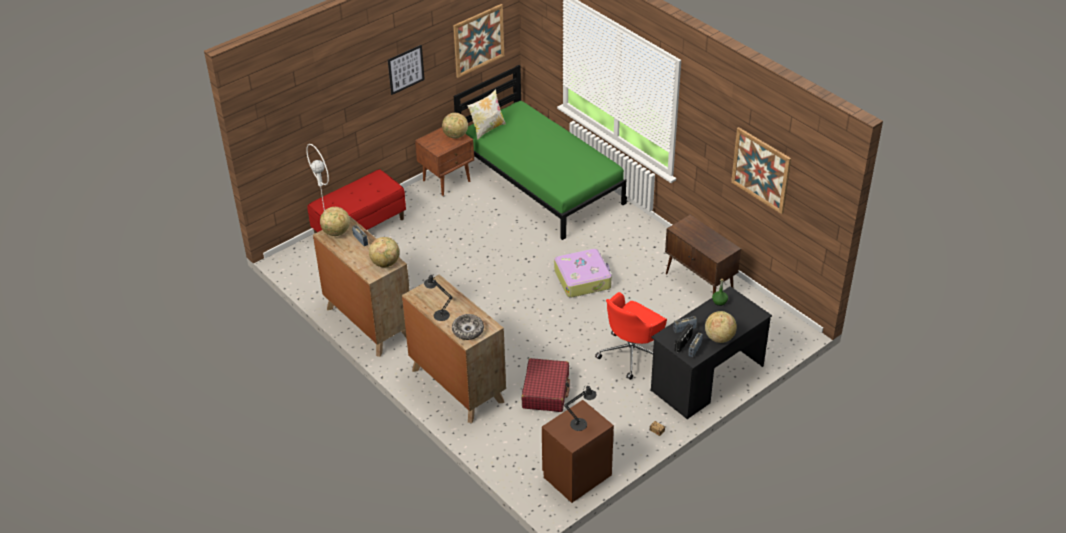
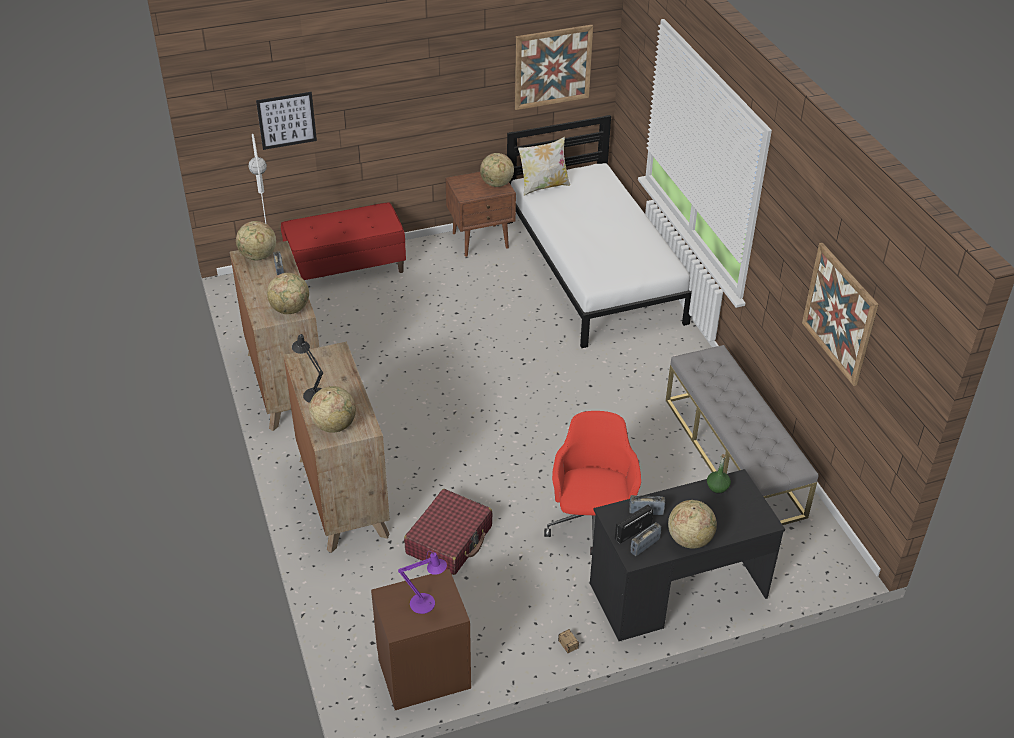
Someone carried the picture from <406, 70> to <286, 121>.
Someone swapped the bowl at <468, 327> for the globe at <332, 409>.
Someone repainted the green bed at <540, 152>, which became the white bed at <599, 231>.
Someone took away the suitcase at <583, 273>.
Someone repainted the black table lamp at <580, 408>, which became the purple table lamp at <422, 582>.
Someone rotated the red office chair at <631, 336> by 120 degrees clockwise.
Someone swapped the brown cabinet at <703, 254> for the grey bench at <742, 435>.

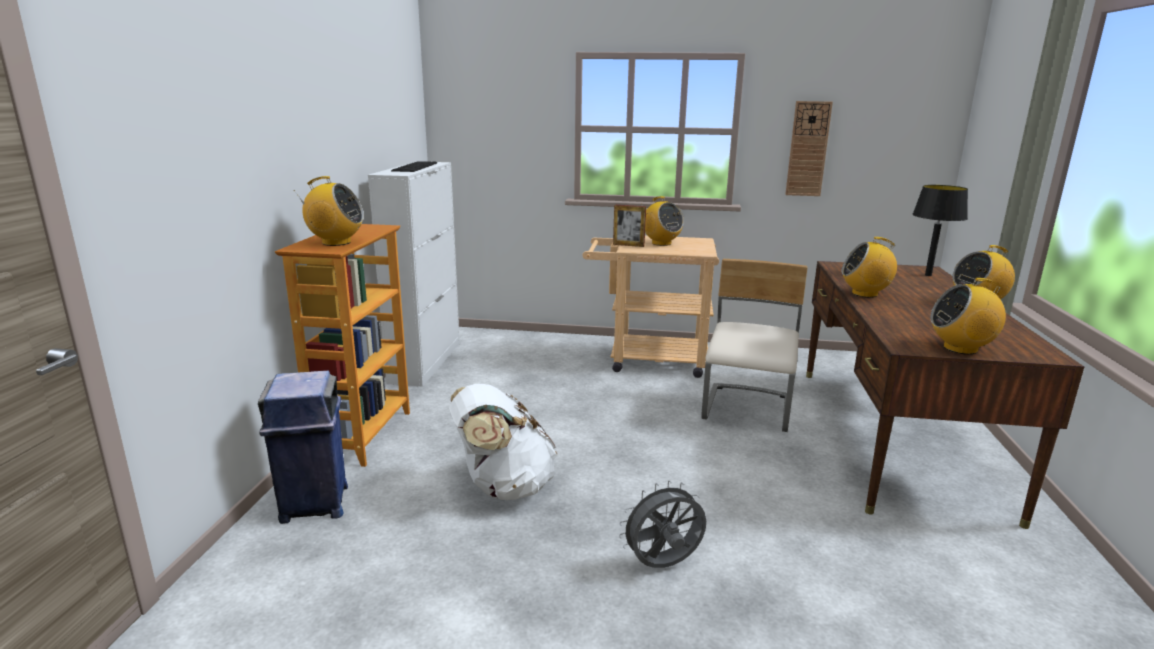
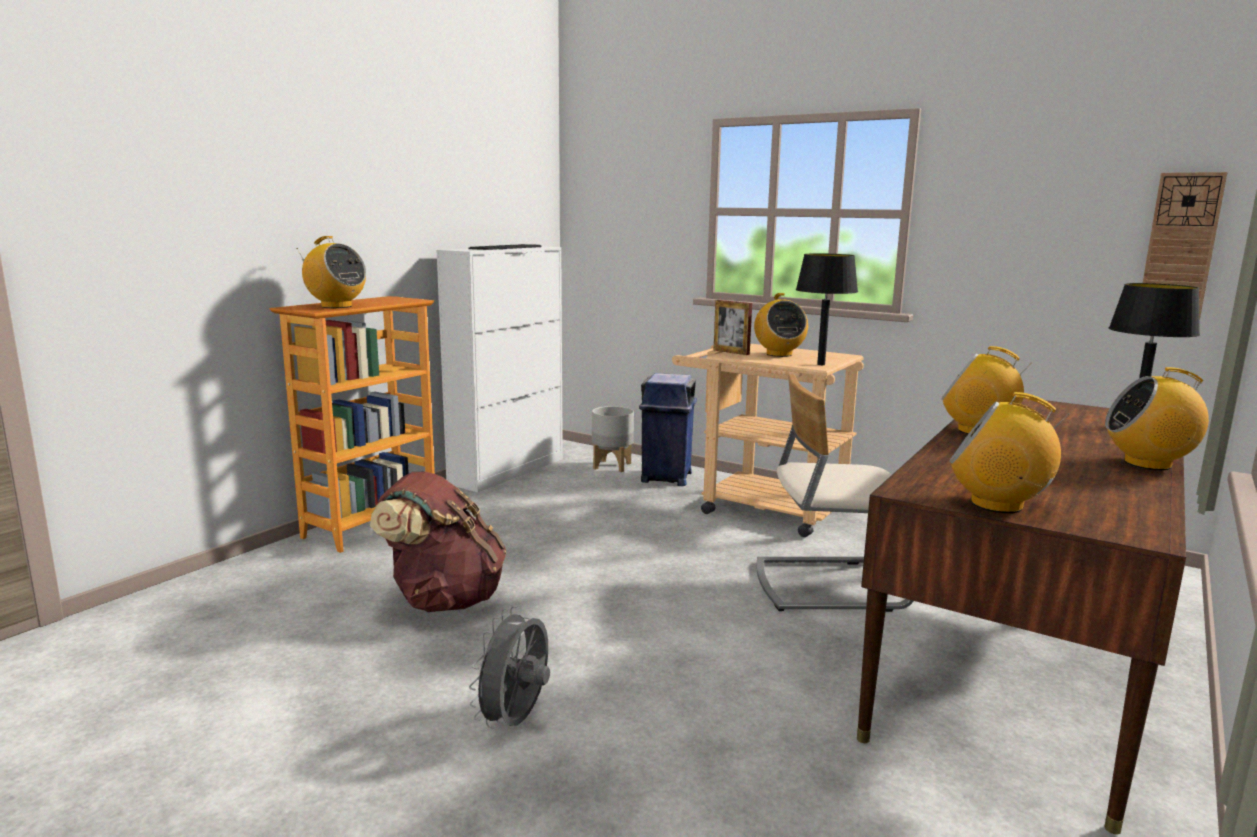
Someone carried the blue trash can from <303, 447> to <668, 429>.
Someone repainted the white backpack at <503, 442>, which became the brown backpack at <438, 542>.
Someone rotated the grey fan at <662, 524> by 75 degrees counterclockwise.
Someone rotated the beige chair at <754, 345> by 135 degrees counterclockwise.
Someone carried the wall clock from <809, 148> to <1185, 246>.
Someone put down the grey planter at <613, 439>.
Someone put down the black table lamp at <827, 309>.

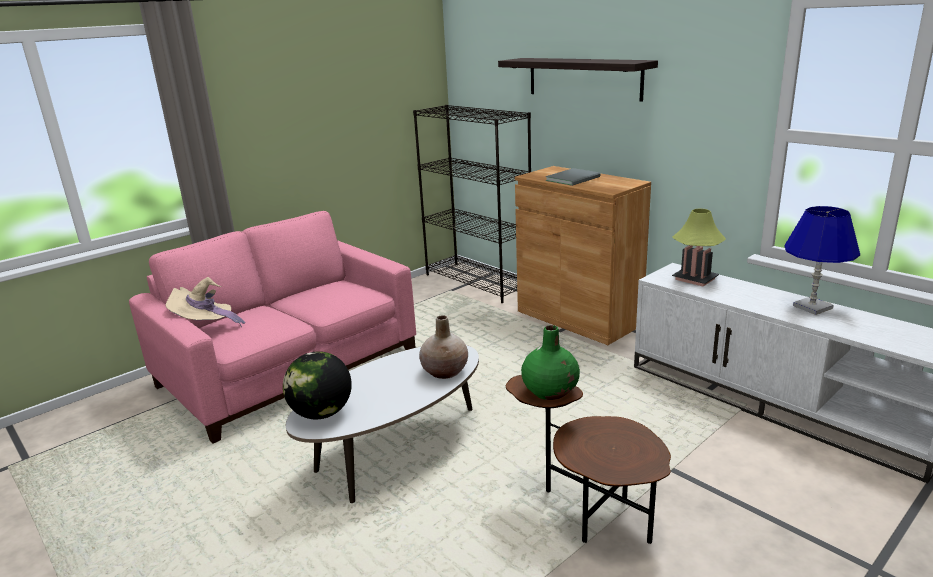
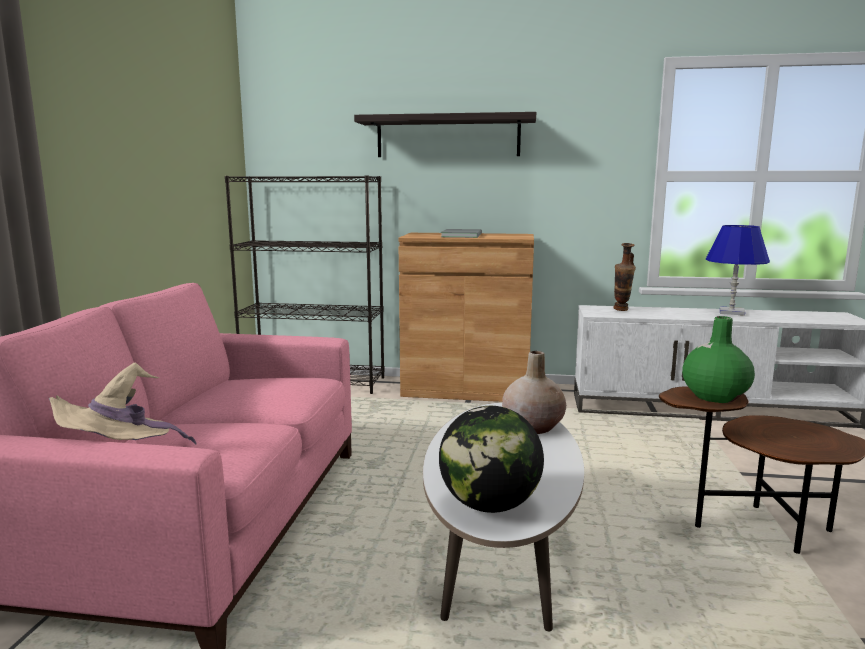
Someone swapped the table lamp at <699, 248> for the vase at <625, 277>.

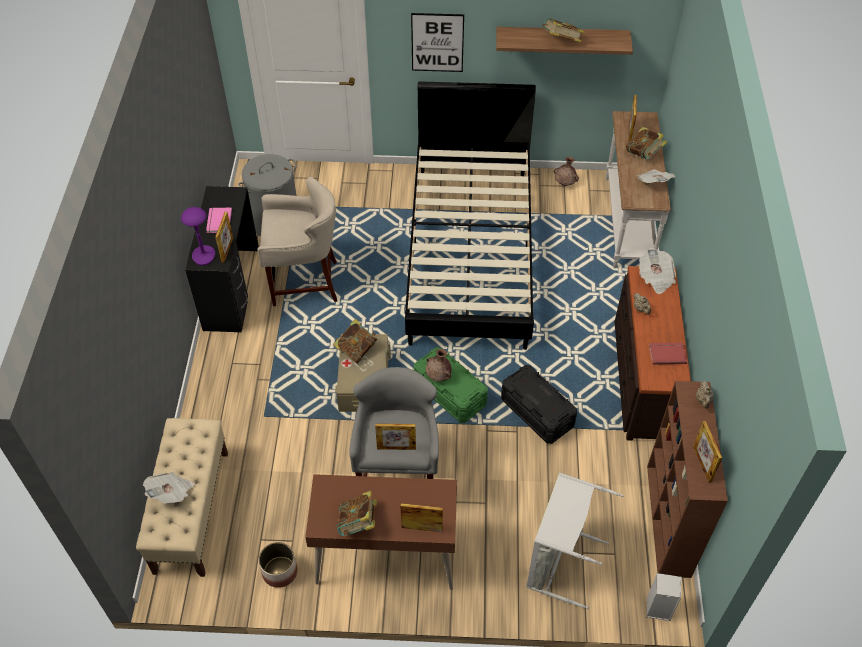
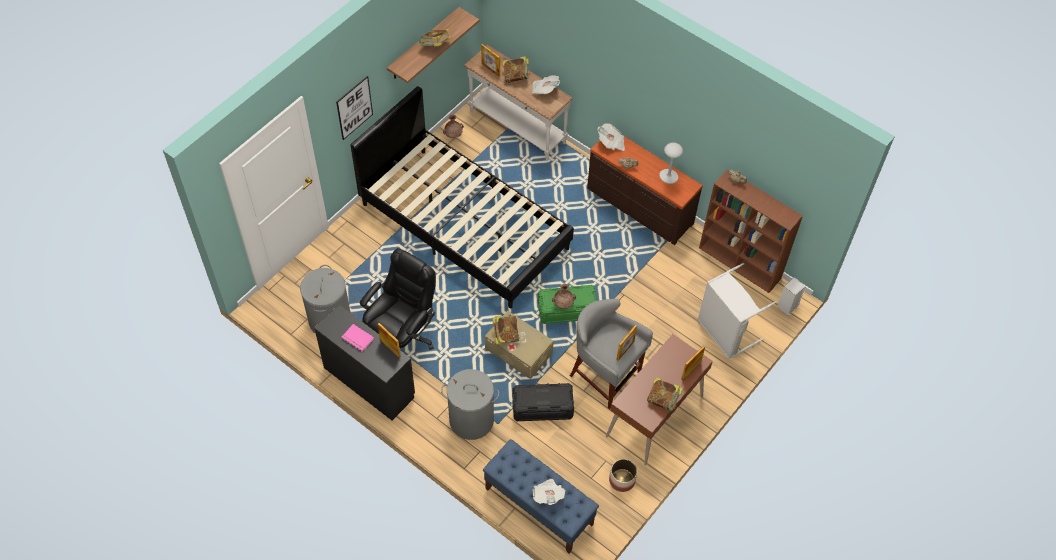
Someone repainted the beige bench at <182, 497>, which became the blue bench at <541, 496>.
Someone took away the purple table lamp at <198, 236>.
Someone swapped the beige stool at <297, 241> for the black office chair at <398, 299>.
Someone carried the black storage box from <539, 404> to <543, 402>.
Someone swapped the red book at <668, 353> for the grey table lamp at <671, 163>.
Someone took away the picture frame at <707, 452>.
Someone put down the grey laundry basket at <470, 404>.

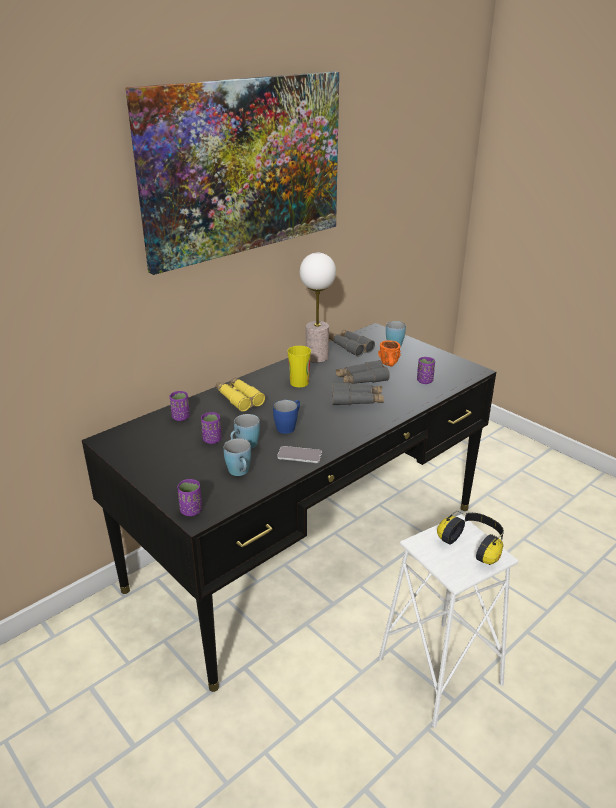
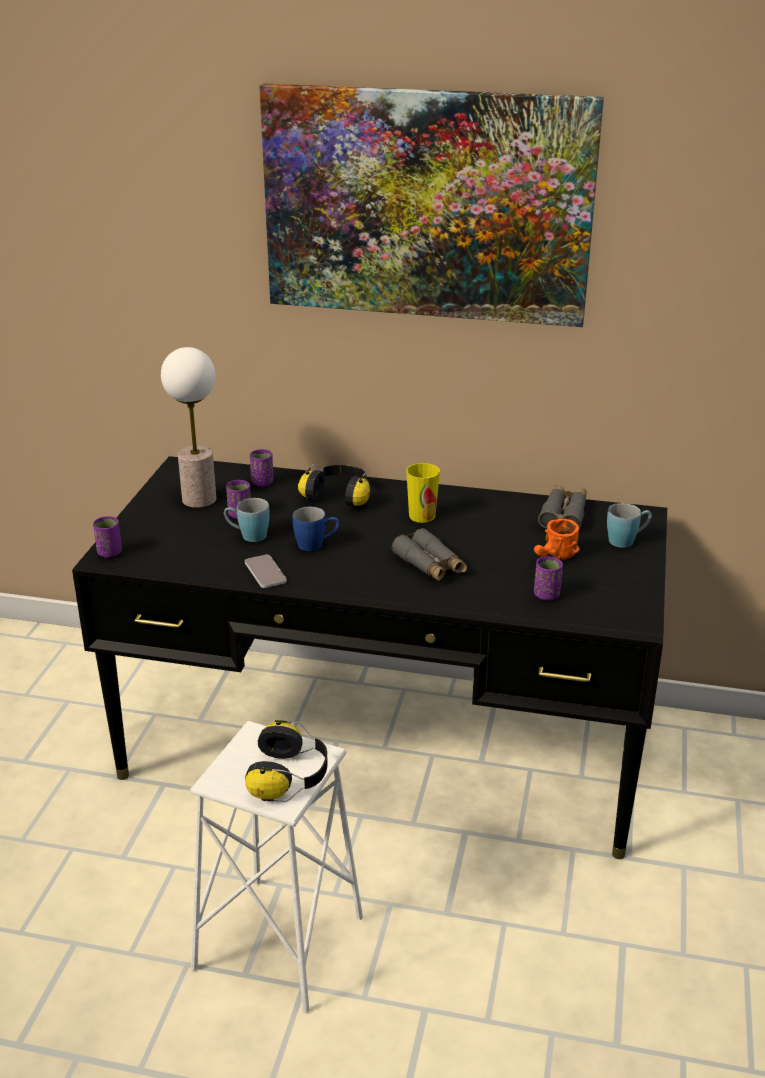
Someone swapped the yellow binoculars at <240, 394> for the headphones at <334, 486>.
Someone took away the blue mug at <237, 457>.
Someone carried the table lamp from <318, 308> to <188, 427>.
Someone took away the grey binoculars at <363, 372>.

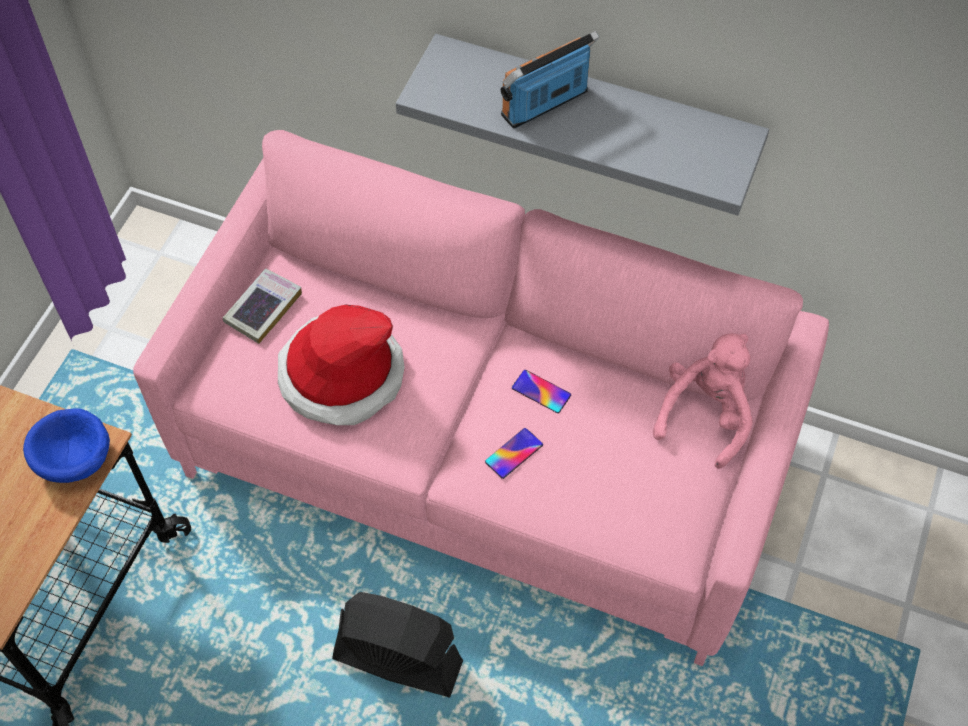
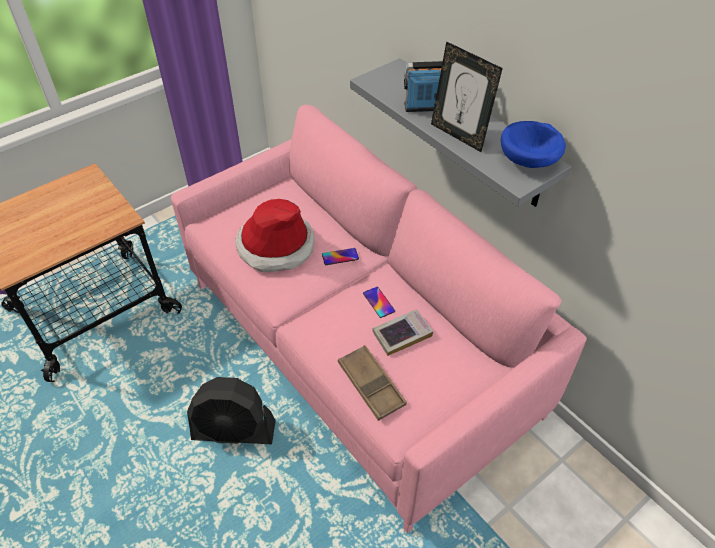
Someone carried the blue bowl from <66, 445> to <533, 144>.
Someone carried the book from <262, 306> to <402, 332>.
Someone rotated the black fan at <397, 644> by 135 degrees clockwise.
Someone carried the phone from <514, 453> to <340, 256>.
Someone took away the pink plush toy at <703, 401>.
Someone put down the brown tray at <372, 383>.
Someone put down the picture frame at <467, 96>.

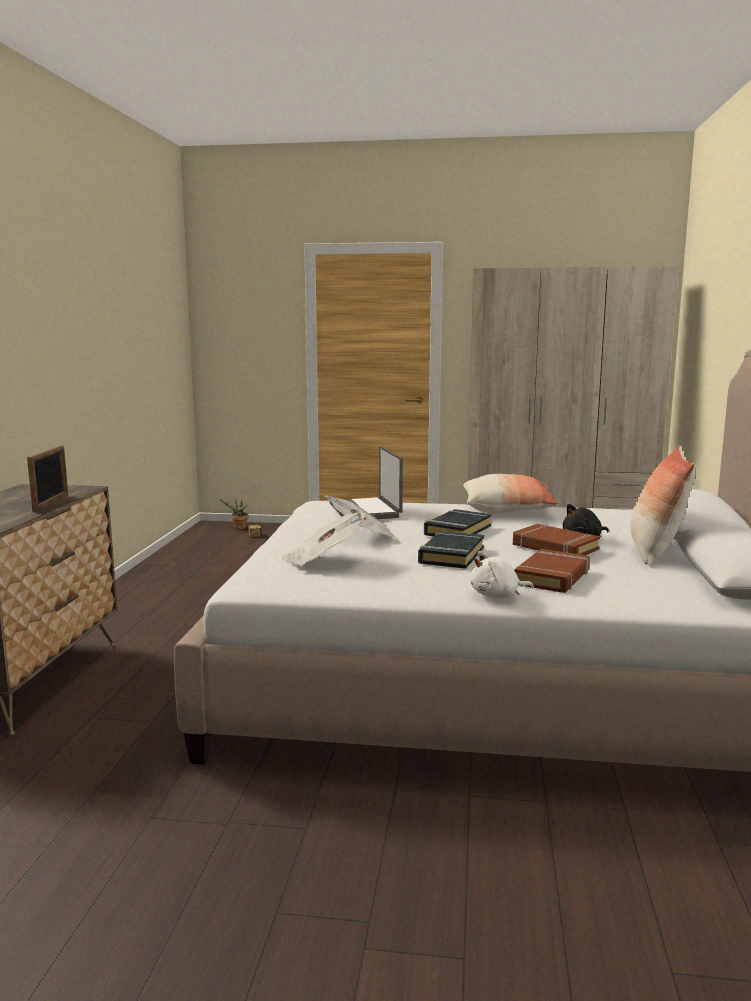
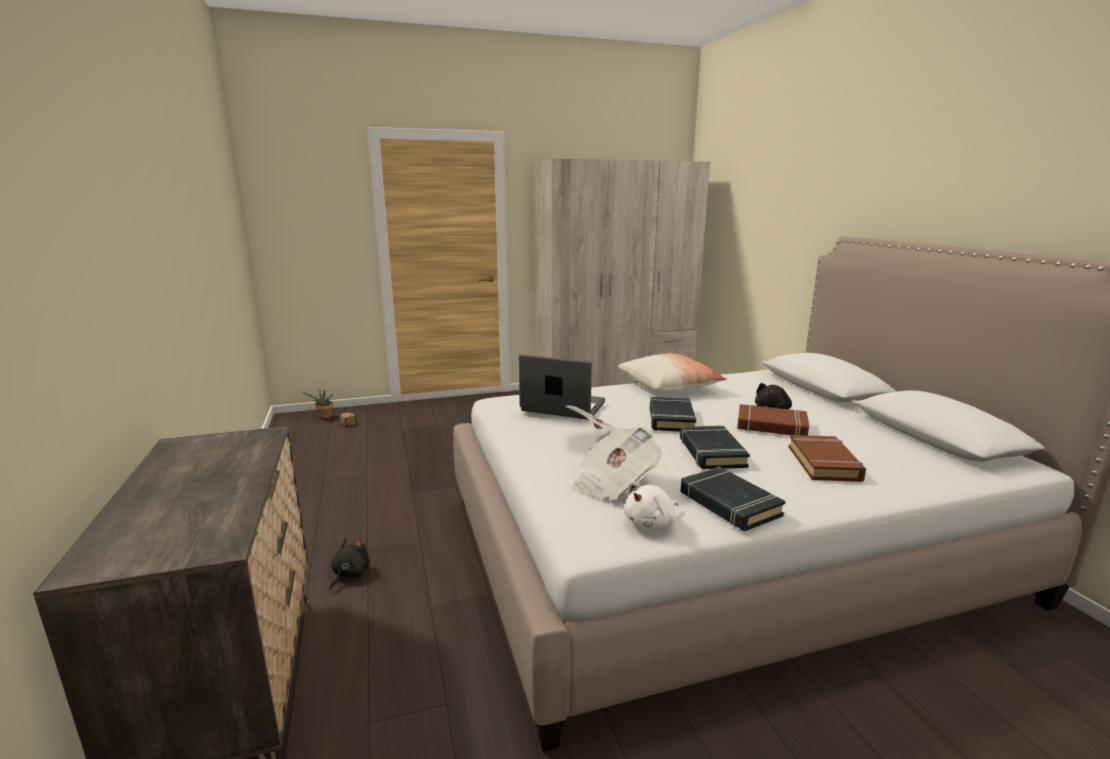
Someone took away the picture frame at <47, 478>.
Someone rotated the laptop at <366, 483> by 150 degrees clockwise.
Someone carried the white plush toy from <502, 574> to <651, 505>.
Someone took away the pillow at <662, 504>.
Someone put down the black plush toy at <349, 564>.
Someone put down the black book at <733, 498>.

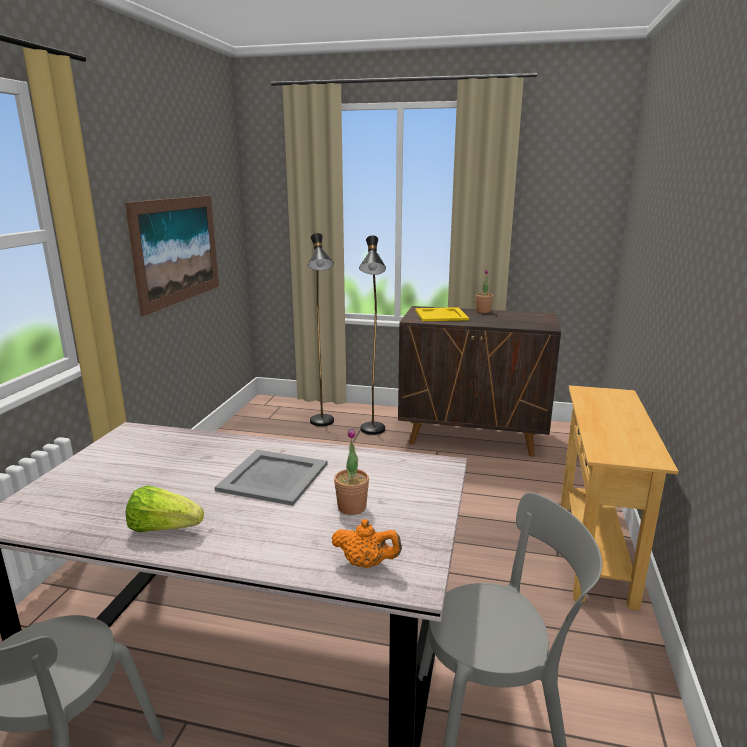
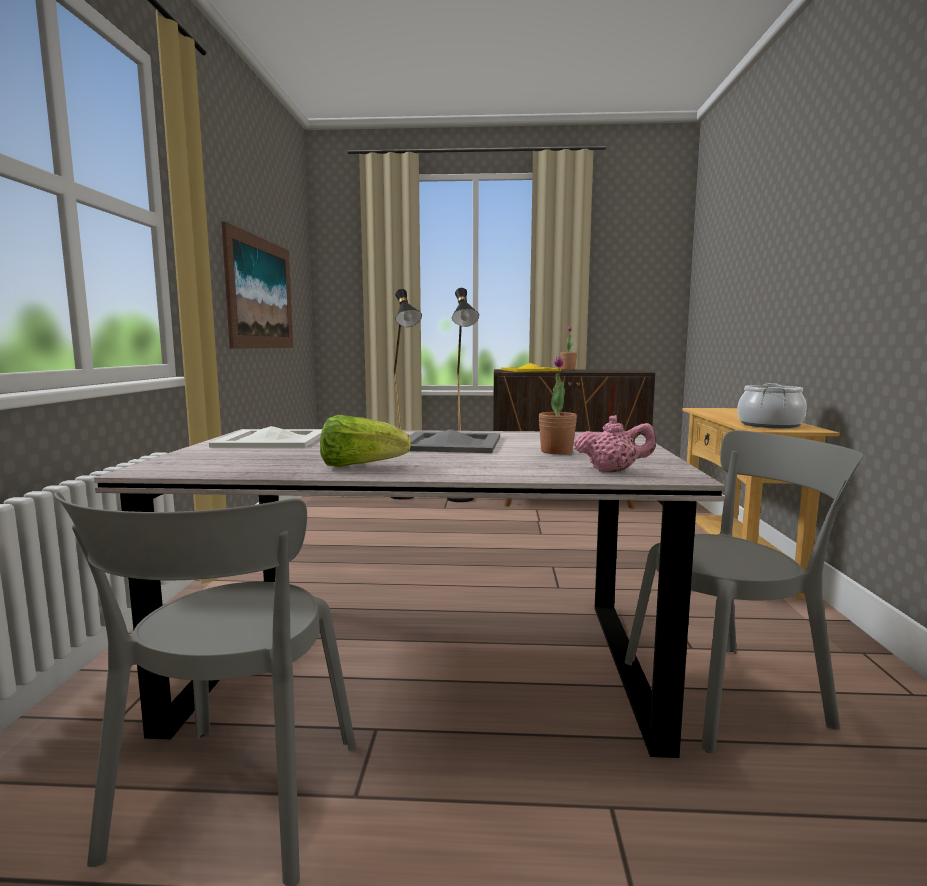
Someone repainted the orange teapot at <366, 543>, which became the pink teapot at <615, 443>.
Someone put down the white tray at <265, 437>.
Someone put down the cooking pot at <772, 405>.

